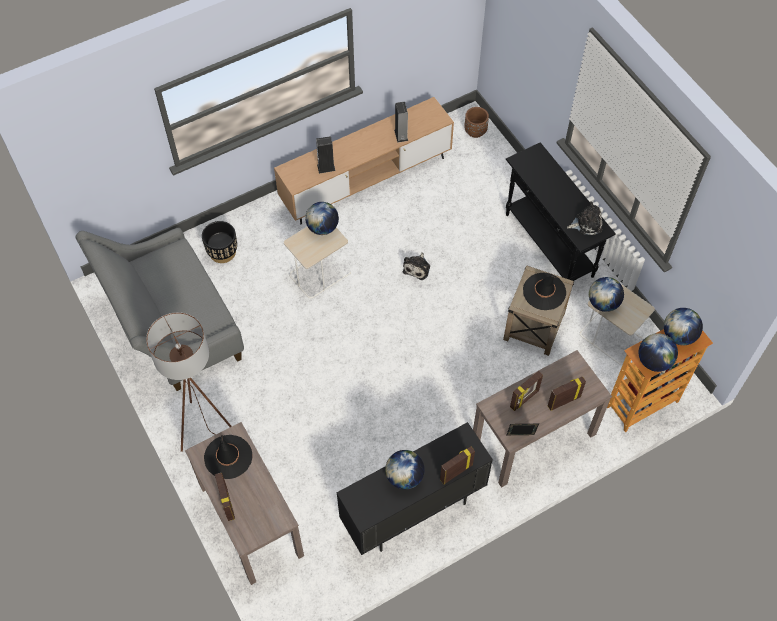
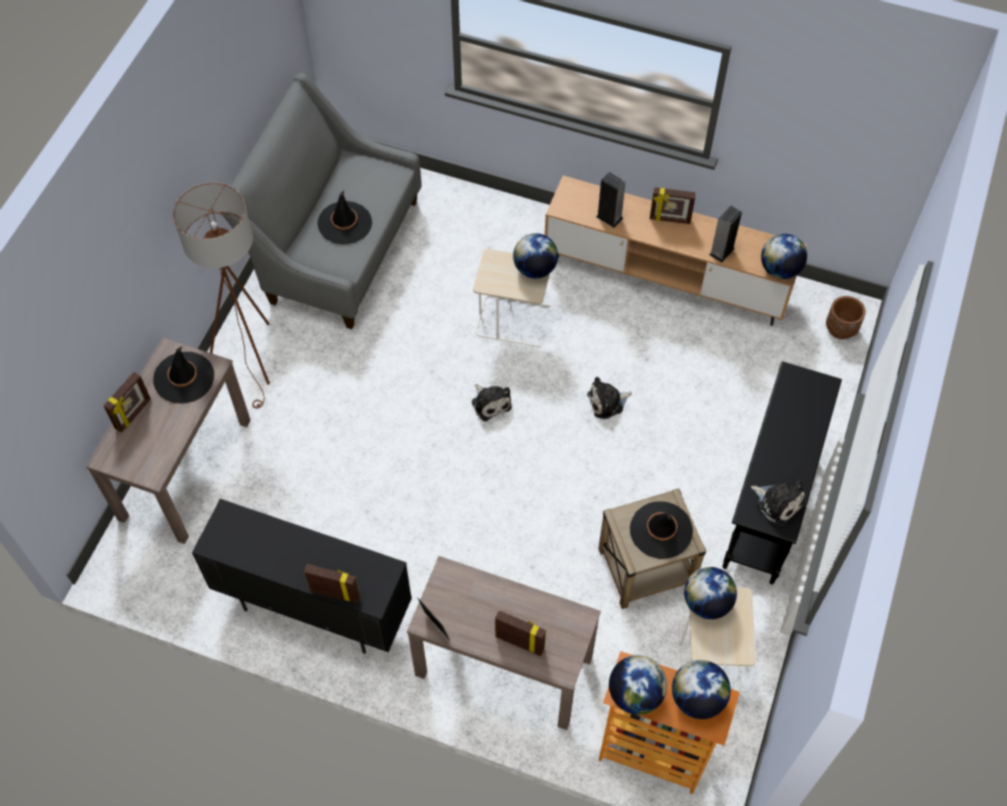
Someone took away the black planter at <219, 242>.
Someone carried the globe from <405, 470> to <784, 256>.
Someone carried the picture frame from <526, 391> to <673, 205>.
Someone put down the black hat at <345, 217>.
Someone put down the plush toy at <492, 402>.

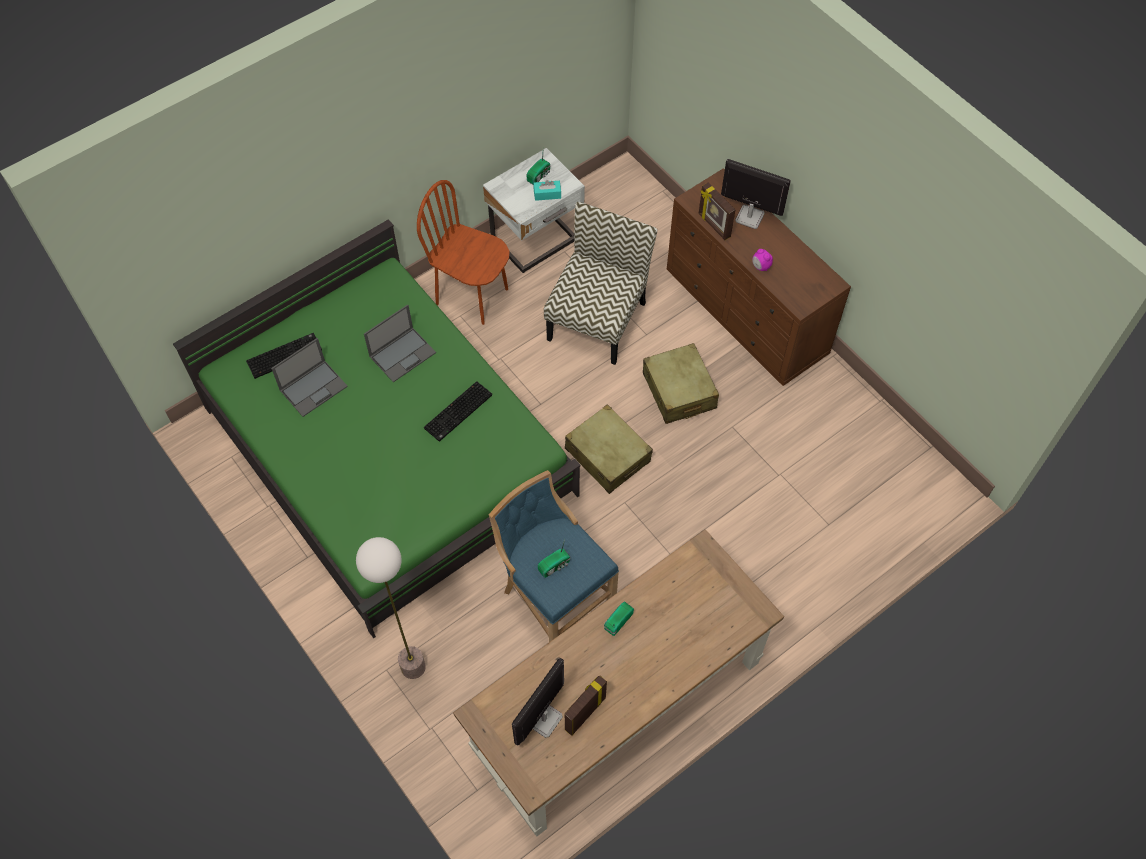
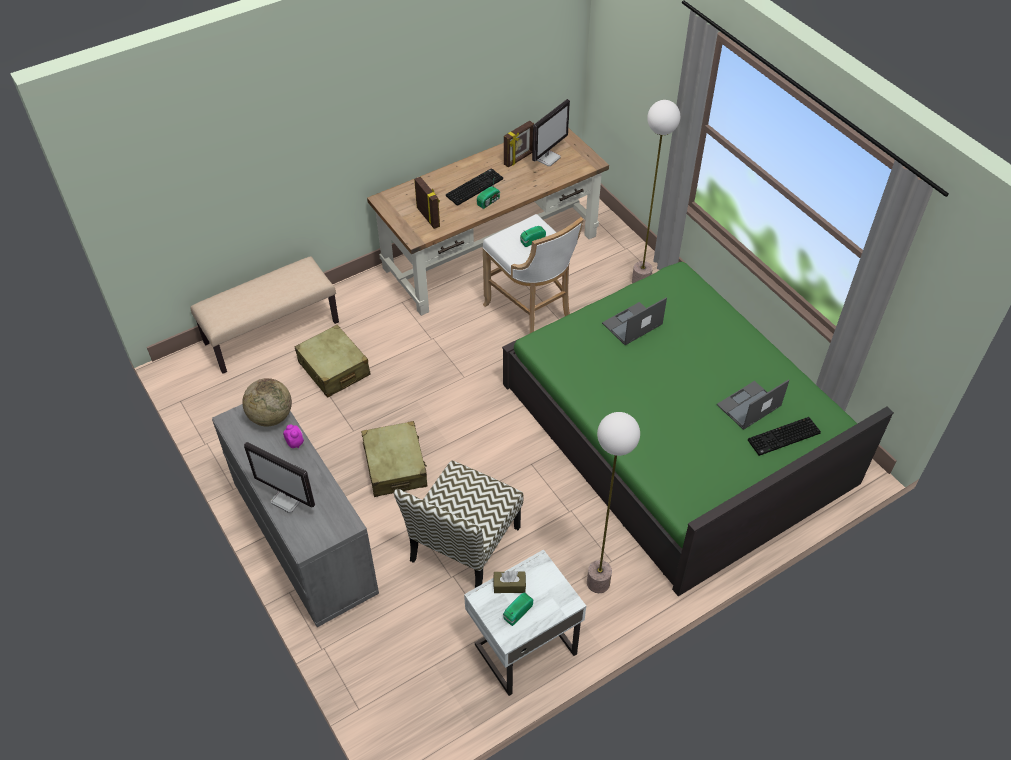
Someone carried the laptop from <400, 343> to <634, 321>.
Someone swapped the brown chair at <463, 252> for the floor lamp at <613, 502>.
Someone carried the keyboard from <458, 411> to <474, 187>.
Someone repainted the blue stool at <554, 556>, which became the white stool at <533, 273>.
Someone repainted the turquoise tissue box at <547, 190>, which became the brown tissue box at <509, 581>.
Someone carried the beige suitcase from <609, 449> to <333, 361>.
Someone repainted the brown dresser at <759, 277>, which became the grey dresser at <295, 515>.
Someone carried the picture frame from <717, 211> to <427, 203>.
Someone put down the beige bench at <264, 315>.
Someone put down the globe at <267, 402>.

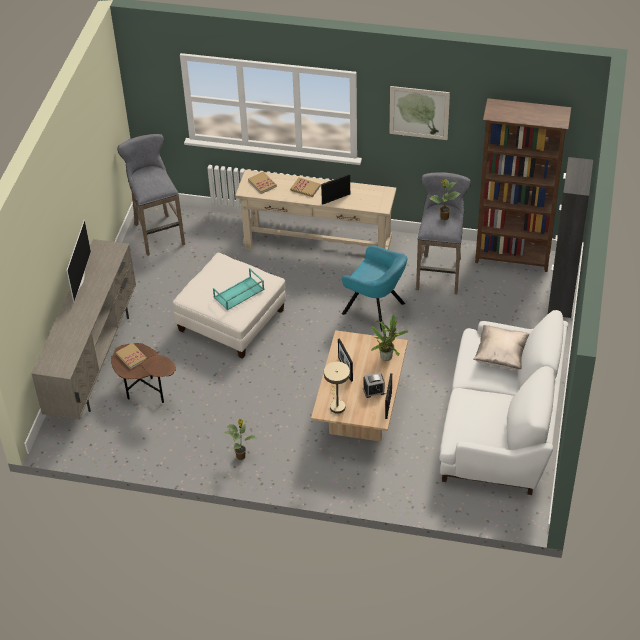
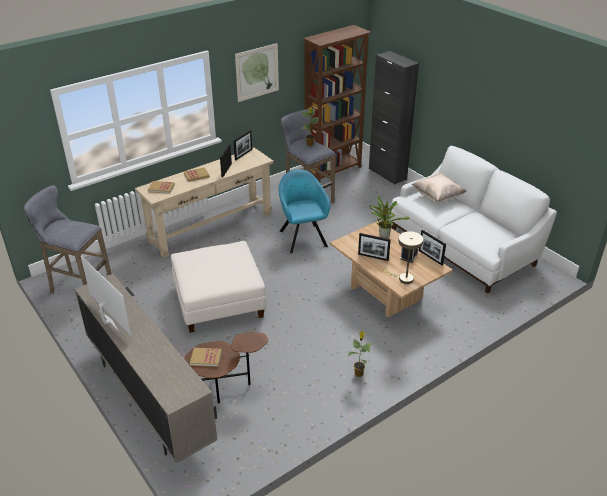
Someone took away the turquoise tray at <238, 289>.
Someone rotated the turquoise armchair at <375, 288> by 90 degrees counterclockwise.
Someone put down the picture frame at <243, 145>.

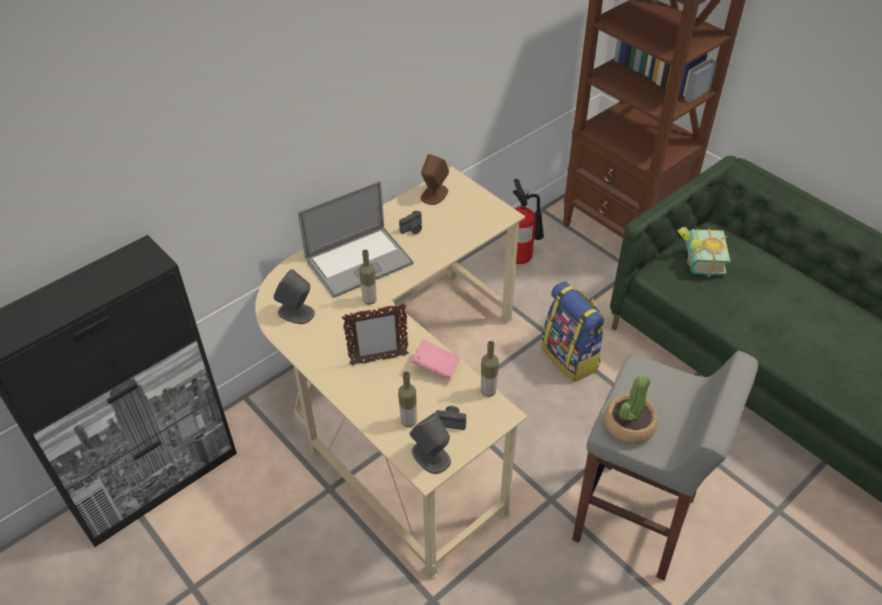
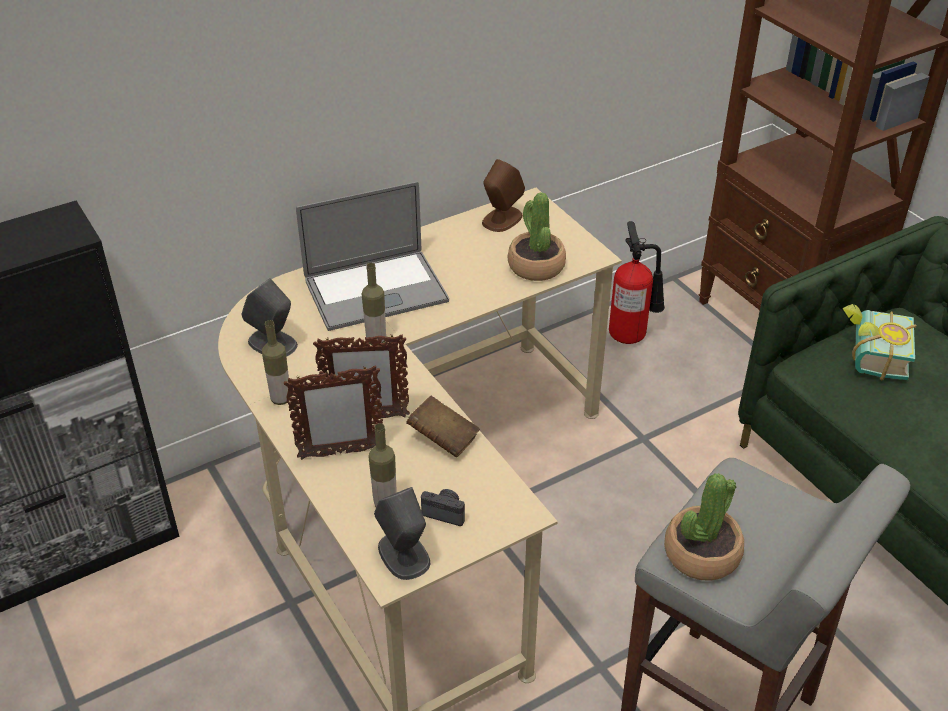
Someone took away the photo camera at <410, 222>.
Someone repainted the pink book at <436, 360>, which became the brown book at <443, 427>.
Someone carried the bottle from <490, 369> to <275, 362>.
Someone took away the backpack at <573, 331>.
Someone put down the picture frame at <333, 412>.
Someone put down the potted plant at <537, 236>.

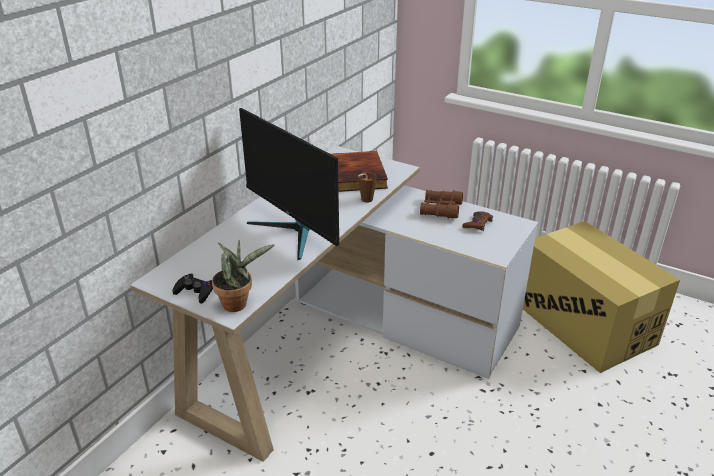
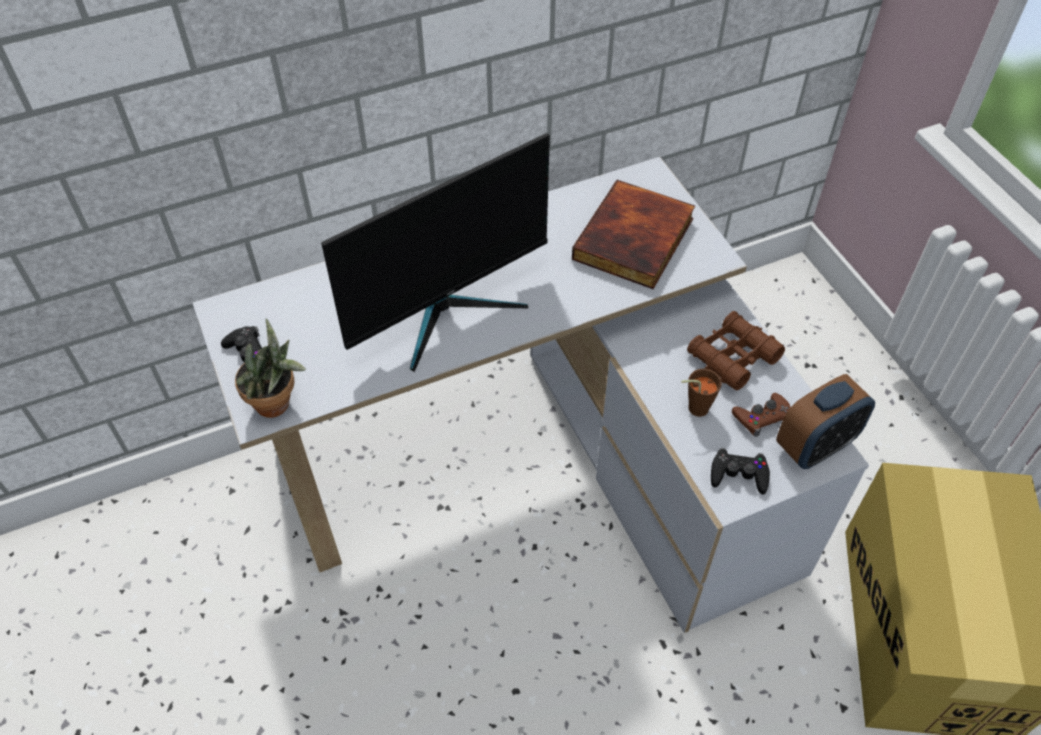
Someone rotated the monitor at <289, 184> by 120 degrees counterclockwise.
Someone carried the brown cup from <367, 187> to <701, 393>.
Someone put down the black game controller at <740, 471>.
Someone put down the alarm clock at <825, 421>.

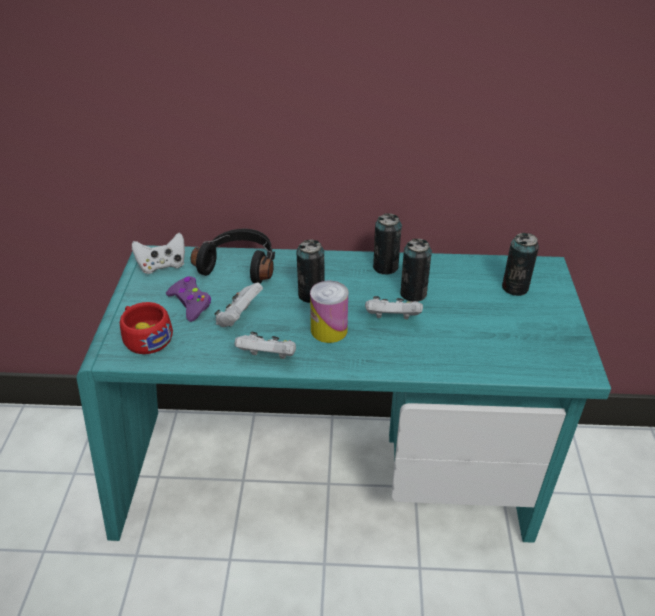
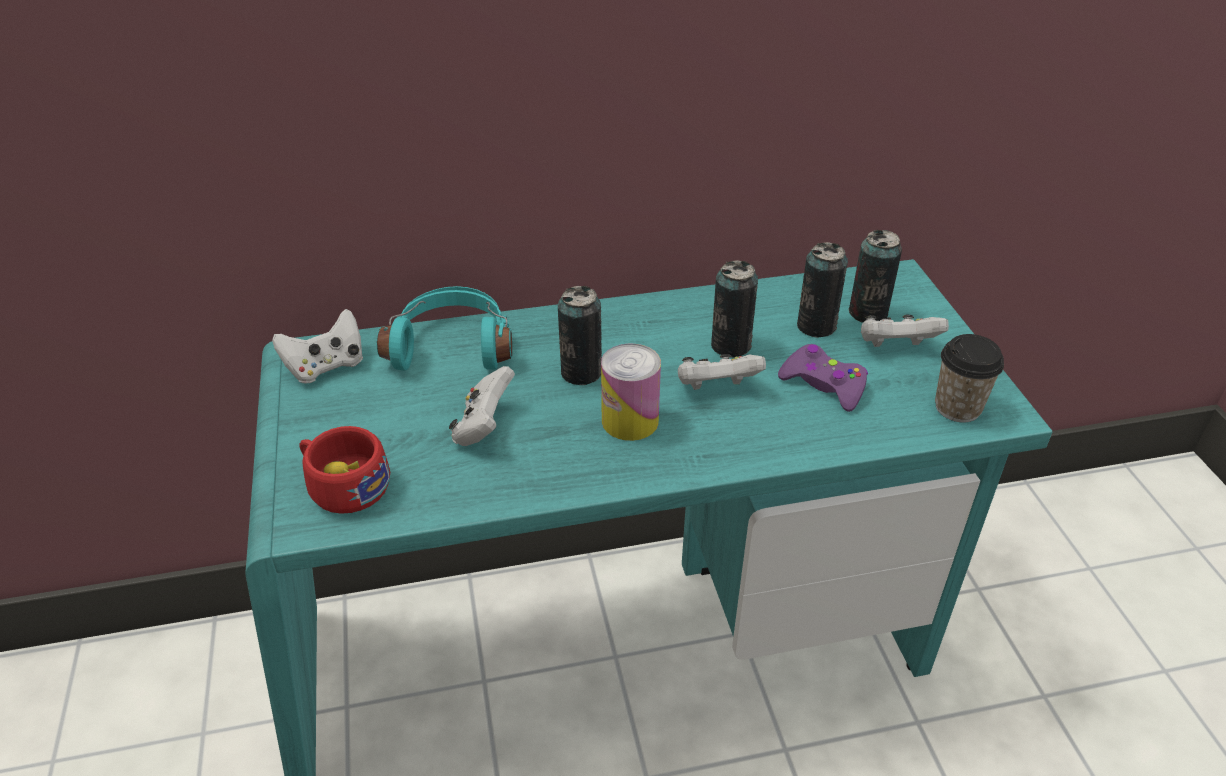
Someone carried the purple game controller from <188, 299> to <823, 378>.
Someone repainted the black headphones at <233, 256>, which became the turquoise headphones at <444, 328>.
Someone carried the white game controller from <265, 345> to <905, 331>.
Someone carried the can from <387, 243> to <822, 290>.
Someone put down the cup at <969, 378>.

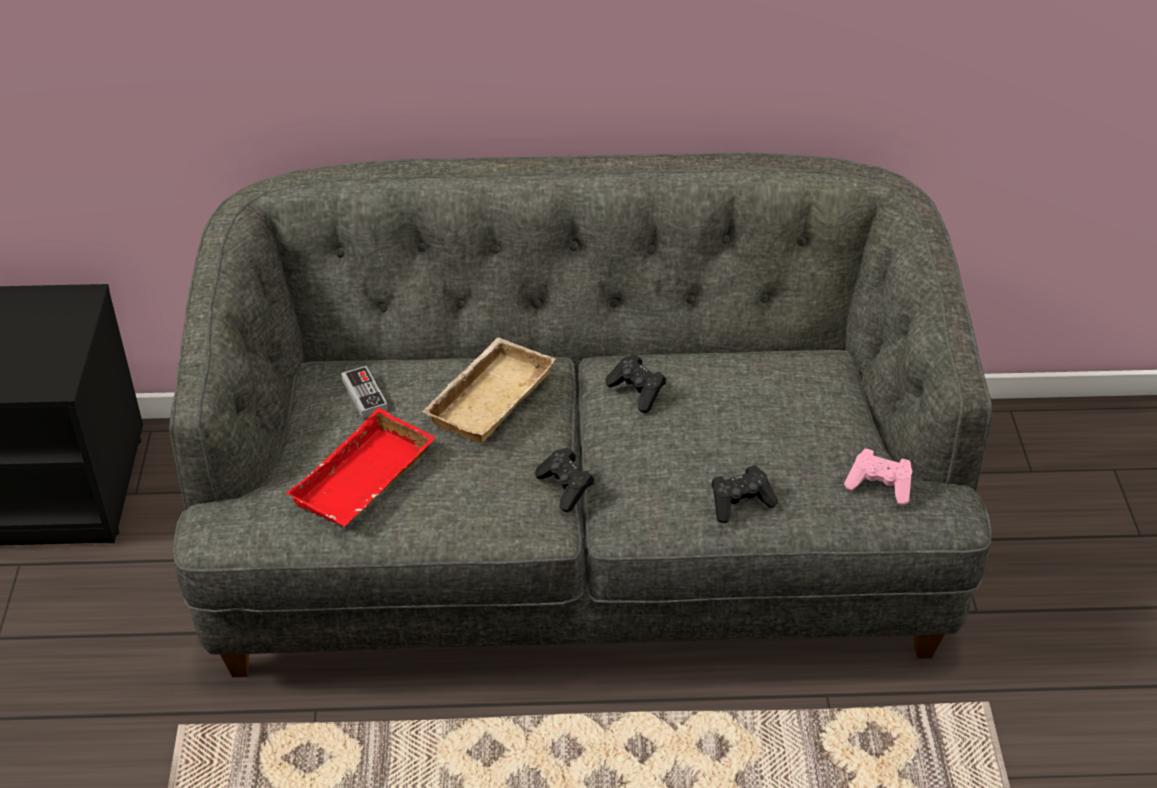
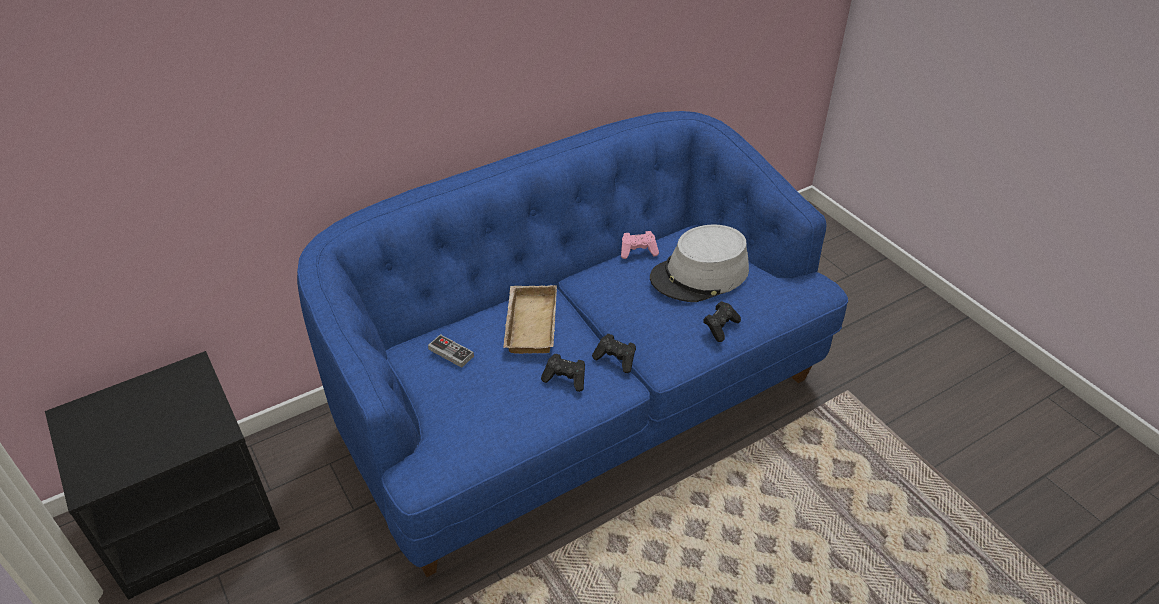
Someone repainted the grey sofa at <580, 415>, which became the blue sofa at <572, 344>.
Someone took away the red tray at <360, 467>.
Someone carried the black game controller from <635, 383> to <563, 373>.
Someone carried the pink game controller from <878, 477> to <640, 245>.
Someone put down the grey hat at <699, 263>.

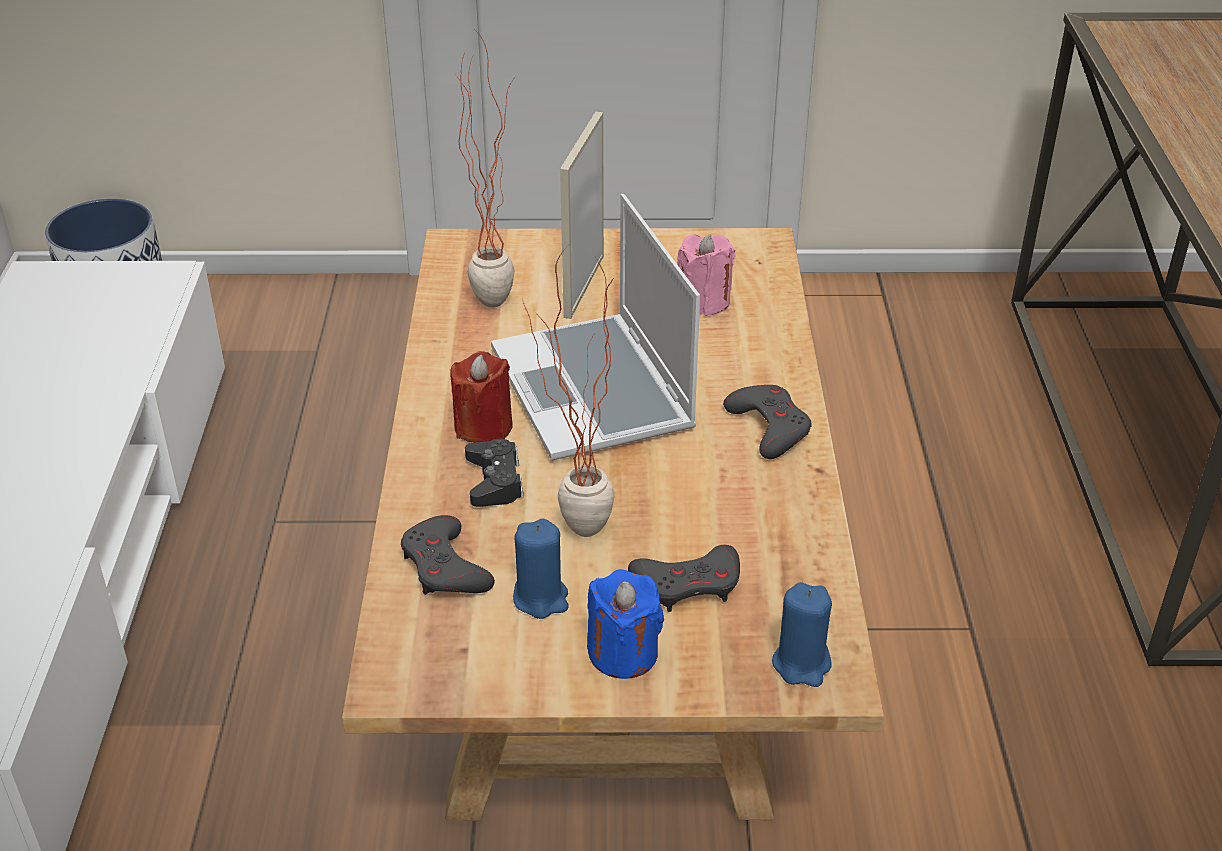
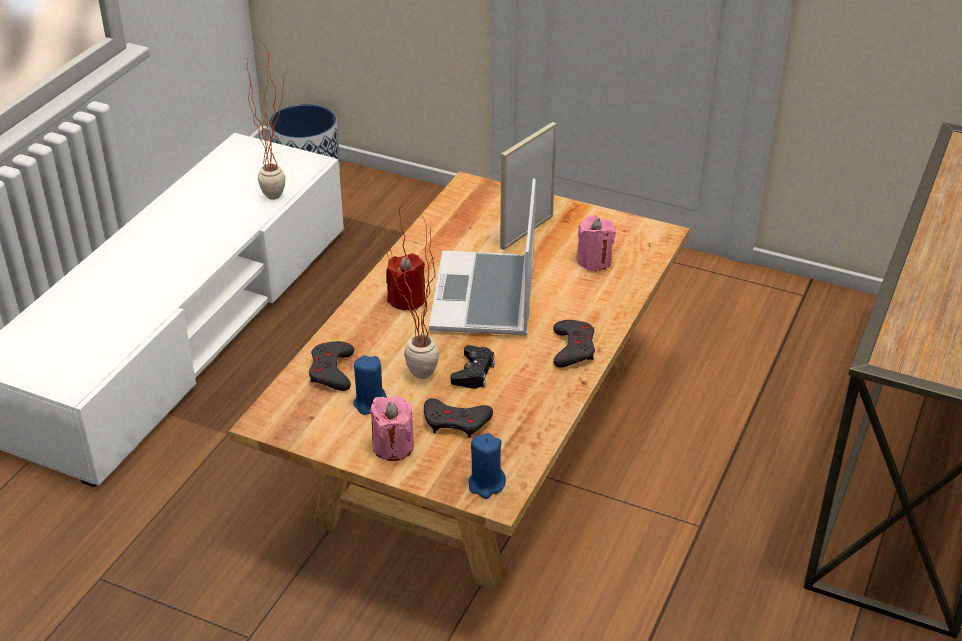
Someone carried the potted plant from <486, 168> to <265, 122>.
Someone carried the black game controller from <494, 473> to <473, 367>.
Someone repainted the blue candle at <625, 624>, which became the pink candle at <392, 428>.

